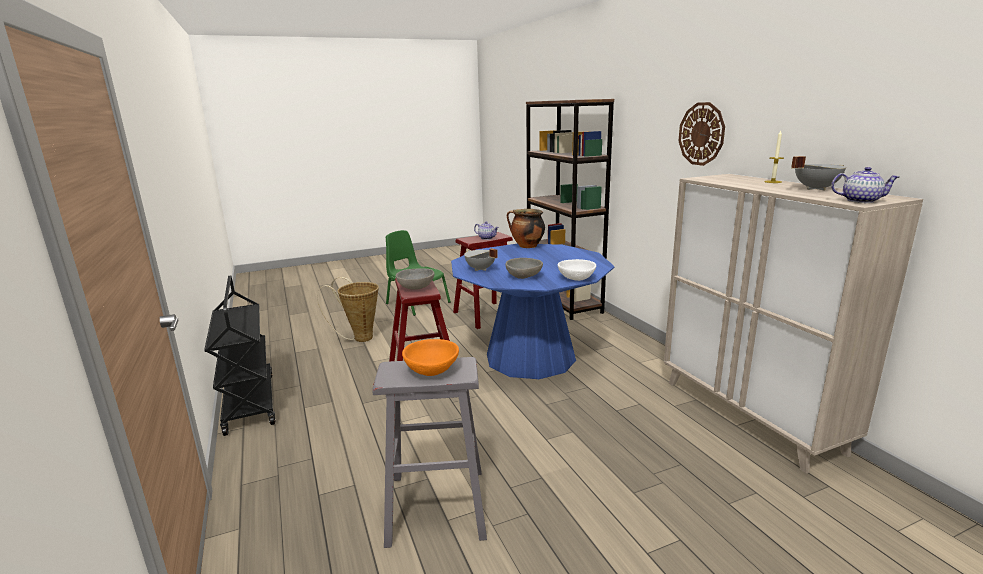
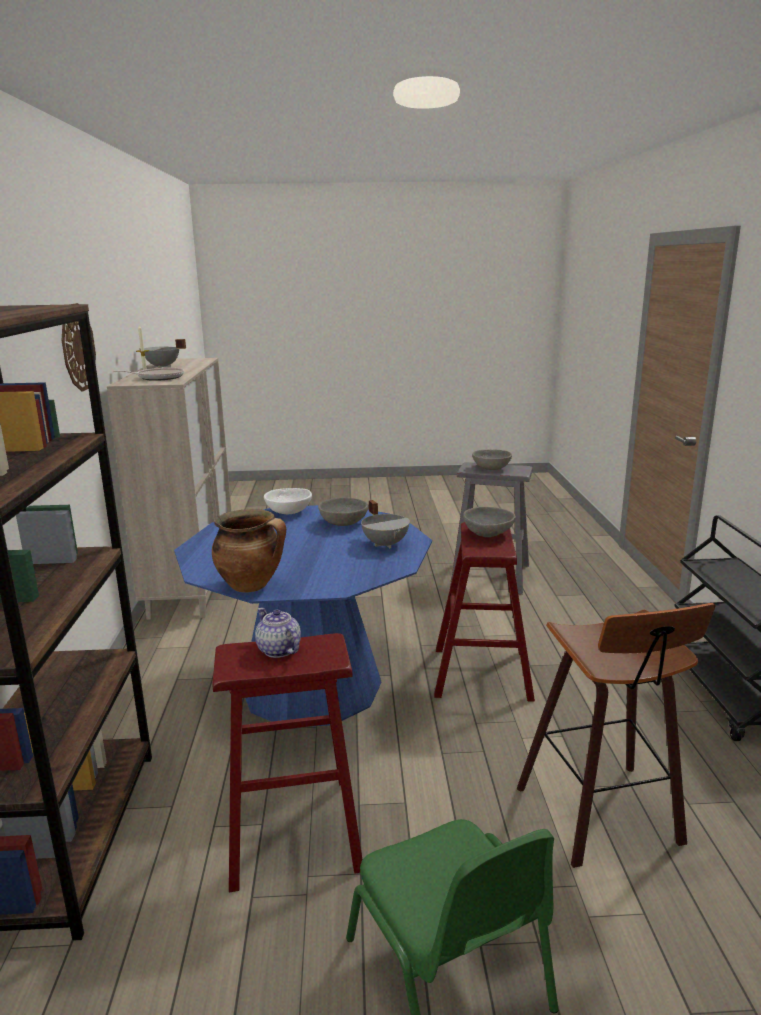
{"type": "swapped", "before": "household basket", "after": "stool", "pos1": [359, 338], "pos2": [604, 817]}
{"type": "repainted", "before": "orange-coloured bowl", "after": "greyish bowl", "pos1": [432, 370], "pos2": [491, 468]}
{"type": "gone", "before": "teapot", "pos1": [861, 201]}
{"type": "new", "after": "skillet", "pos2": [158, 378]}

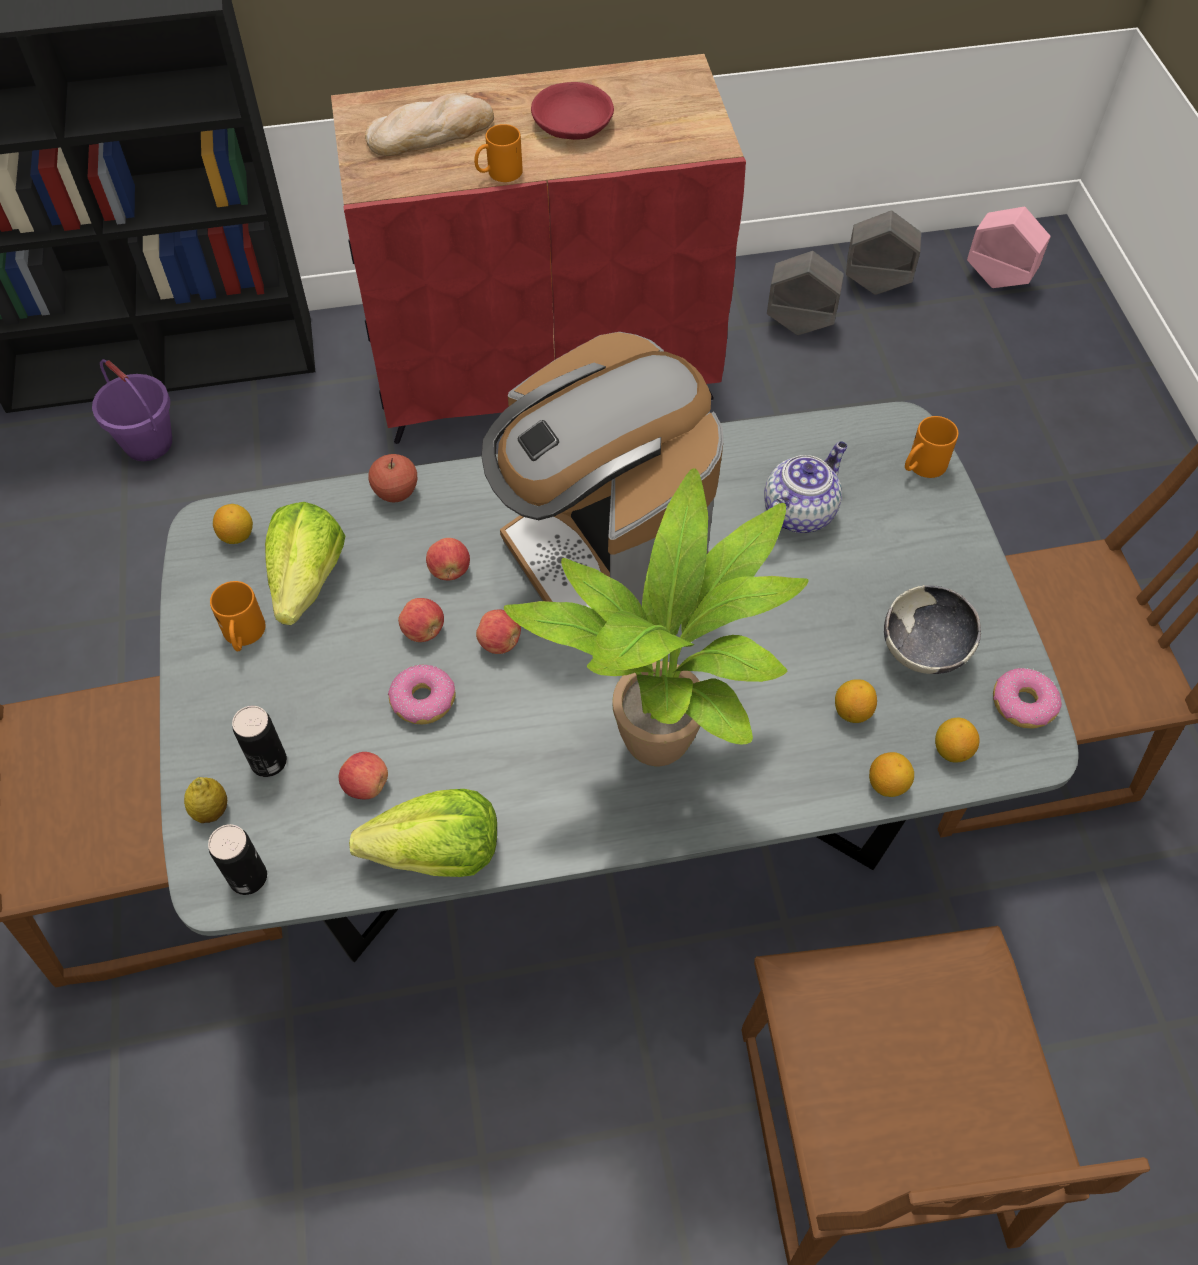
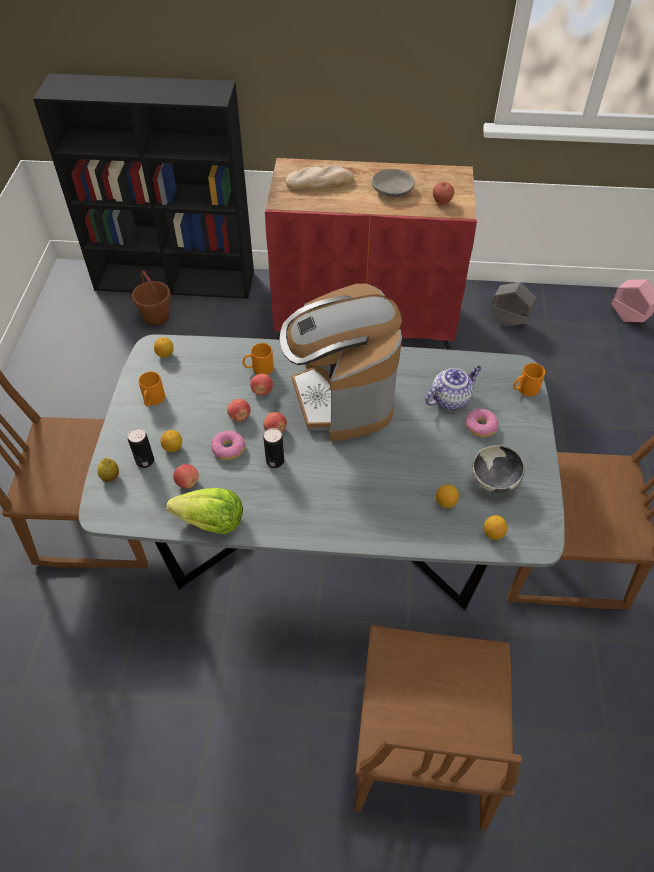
{"type": "repainted", "before": "purple pail", "after": "brown pail", "pos1": [149, 443], "pos2": [157, 317]}
{"type": "shifted", "before": "sealed can", "pos1": [248, 877], "pos2": [275, 461]}
{"type": "gone", "before": "lettuce head", "pos1": [308, 581]}
{"type": "shifted", "before": "whole apple", "pos1": [396, 493], "pos2": [442, 201]}
{"type": "shifted", "before": "orange-coloured tea mug", "pos1": [498, 174], "pos2": [258, 369]}
{"type": "gone", "before": "potted plant", "pos1": [664, 750]}
{"type": "repainted", "before": "red bowl", "after": "greyish bowl", "pos1": [572, 125], "pos2": [392, 190]}
{"type": "gone", "before": "greyish flower pot", "pos1": [875, 284]}
{"type": "shifted", "before": "whole lemon", "pos1": [887, 784], "pos2": [173, 447]}
{"type": "shifted", "before": "donut", "pos1": [1022, 704], "pos2": [480, 426]}

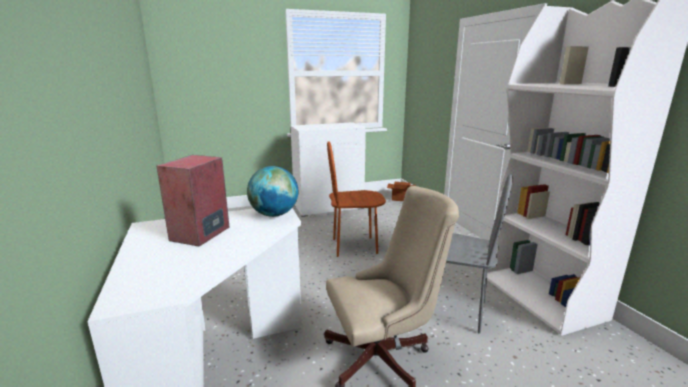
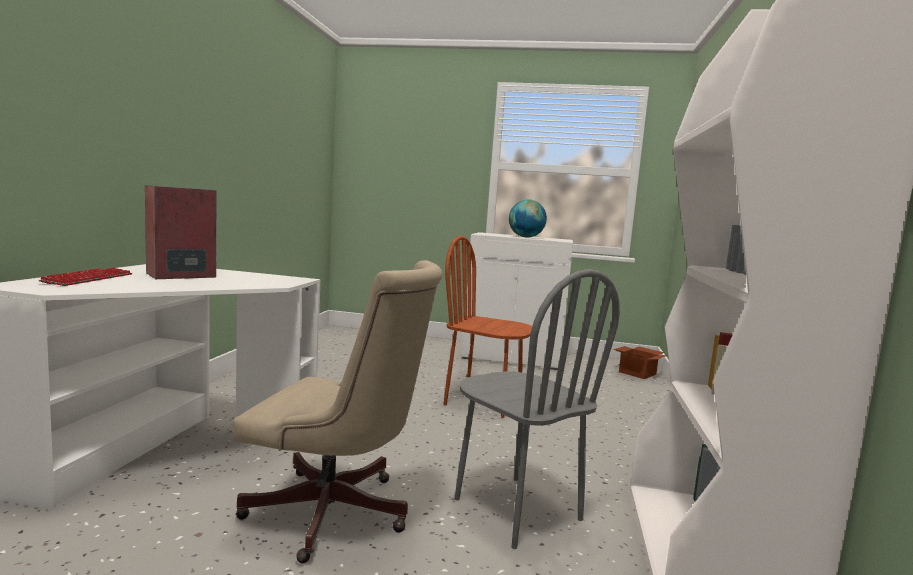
{"type": "shifted", "before": "desk globe", "pos1": [274, 214], "pos2": [526, 237]}
{"type": "new", "after": "keyboard", "pos2": [89, 279]}

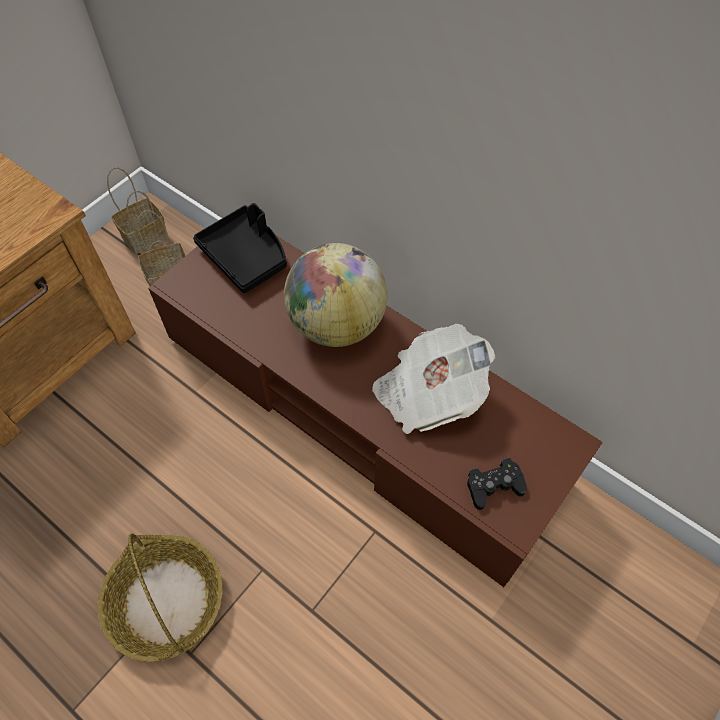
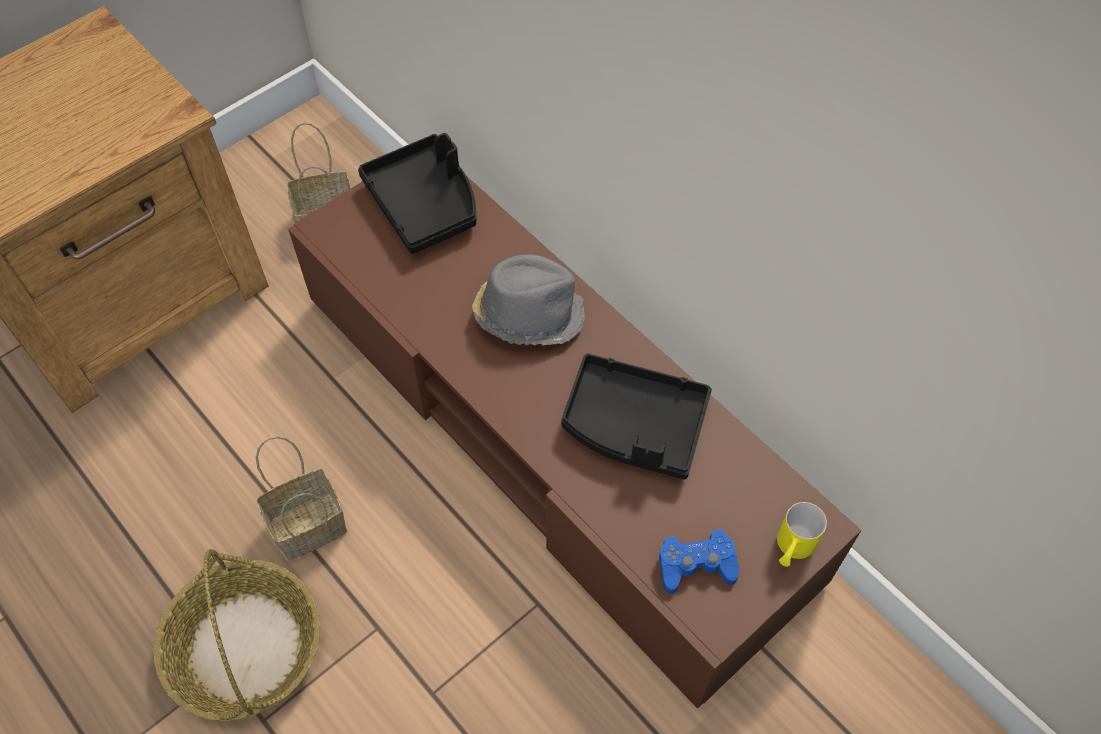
{"type": "shifted", "before": "household basket", "pos1": [145, 235], "pos2": [310, 524]}
{"type": "swapped", "before": "desk globe", "after": "greyish hat", "pos1": [336, 324], "pos2": [529, 313]}
{"type": "swapped", "before": "newspaper", "after": "black serving tray", "pos1": [428, 393], "pos2": [634, 426]}
{"type": "repainted", "before": "black gamepad", "after": "bluish gamepad", "pos1": [493, 486], "pos2": [696, 565]}
{"type": "new", "after": "yellow tea mug", "pos2": [791, 549]}

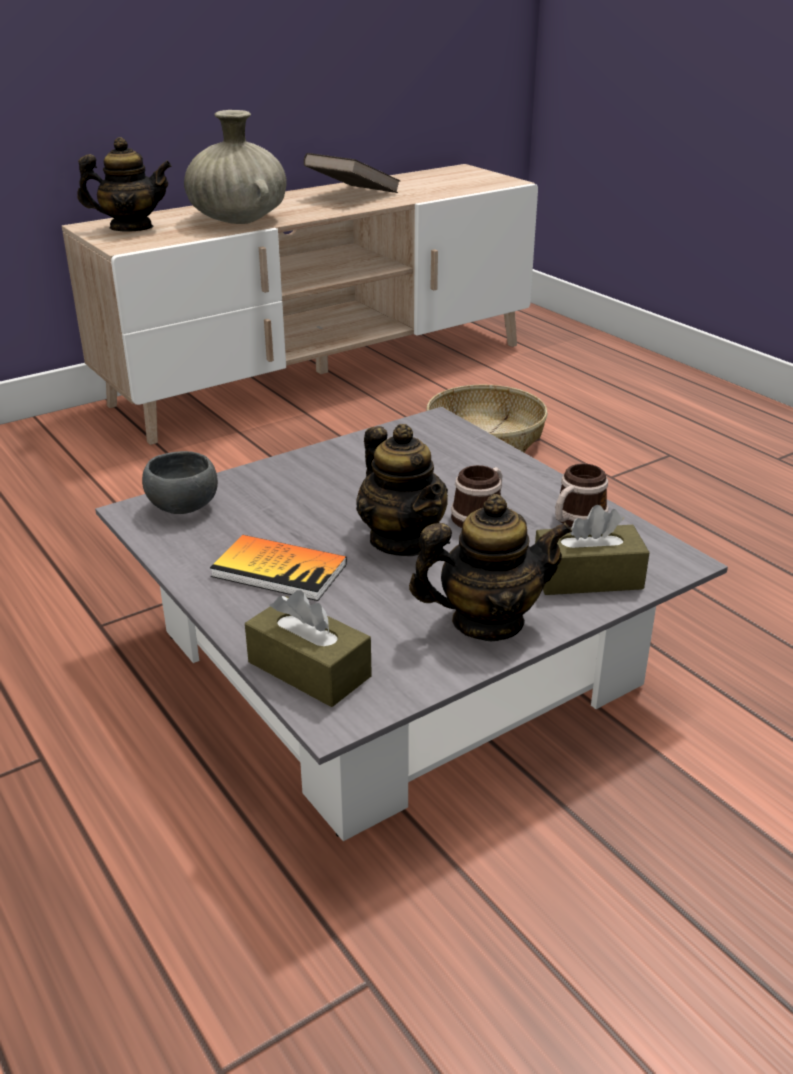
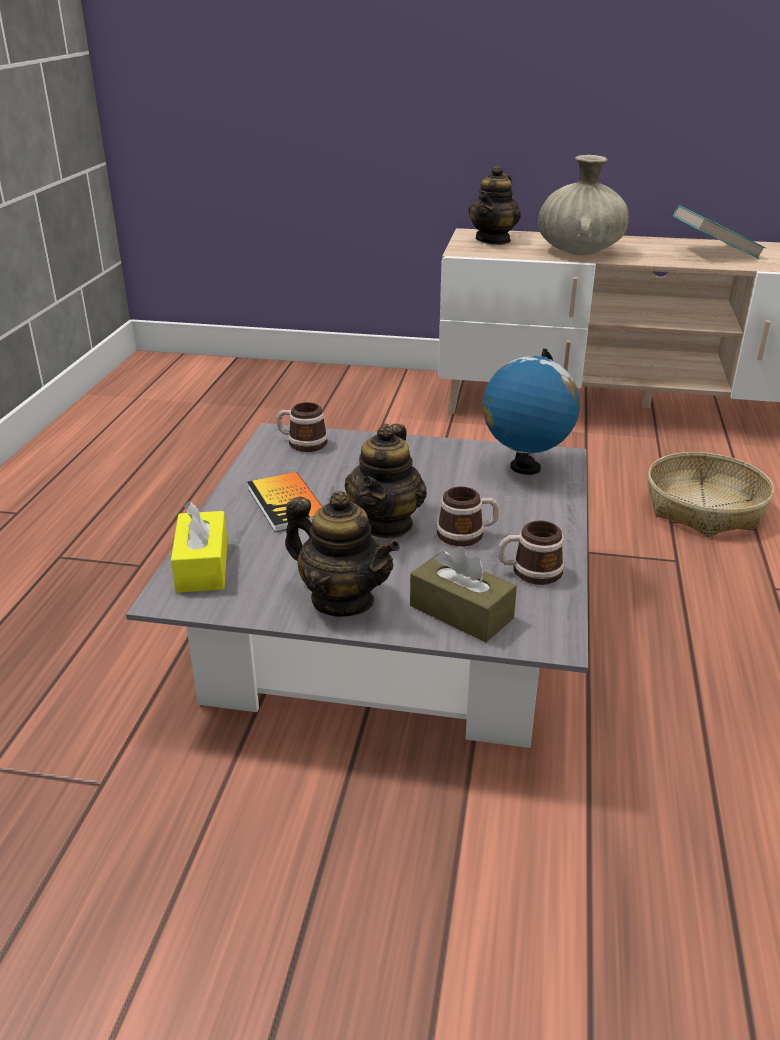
{"type": "rotated", "before": "teapot", "pos1": [131, 228], "pos2": [493, 240], "turn": 75}
{"type": "swapped", "before": "greyish bowl", "after": "tea mug", "pos1": [182, 508], "pos2": [302, 443]}
{"type": "repainted", "before": "brown box of tissues", "after": "yellow box of tissues", "pos1": [309, 669], "pos2": [202, 566]}
{"type": "repainted", "before": "brown volume", "after": "blue-green volume", "pos1": [352, 195], "pos2": [714, 252]}
{"type": "new", "after": "desk globe", "pos2": [525, 467]}

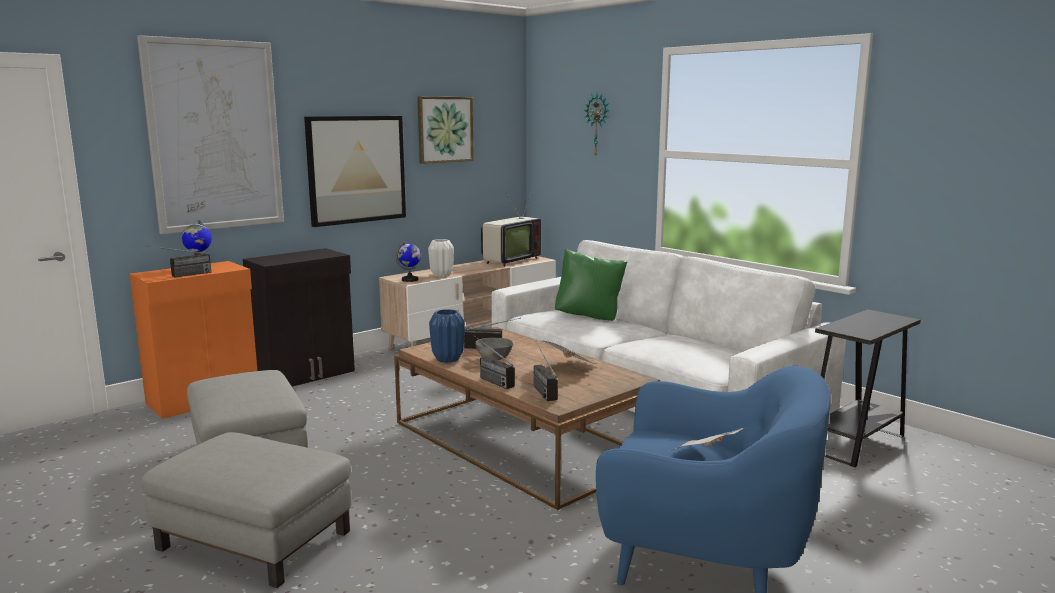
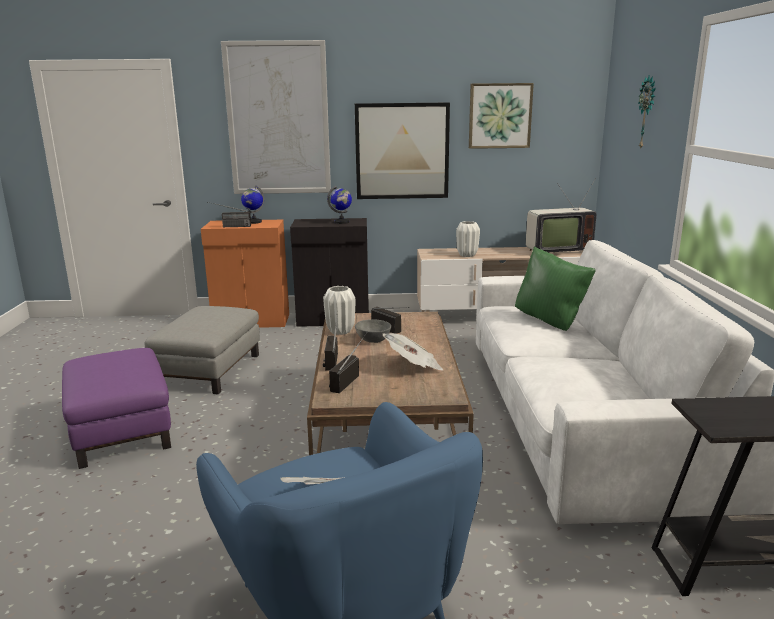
{"type": "repainted", "before": "greyish footrest", "after": "purple footrest", "pos1": [253, 540], "pos2": [120, 430]}
{"type": "shifted", "before": "desk globe", "pos1": [410, 280], "pos2": [341, 222]}
{"type": "repainted", "before": "bluish flower vase", "after": "whitish flower vase", "pos1": [447, 359], "pos2": [340, 331]}

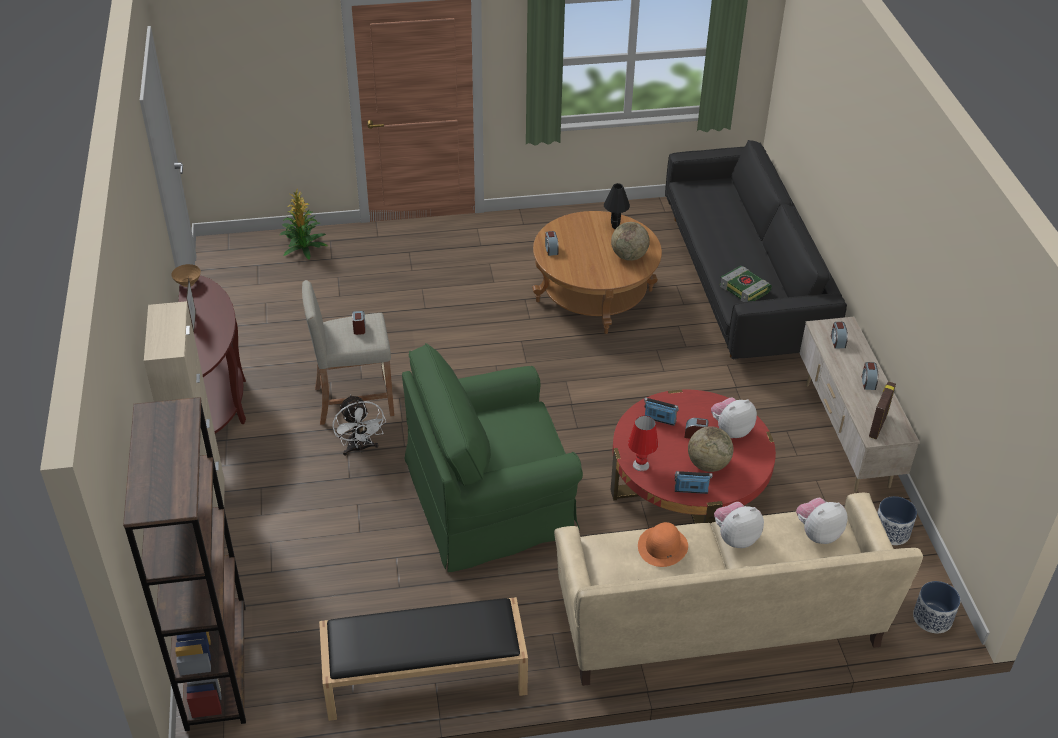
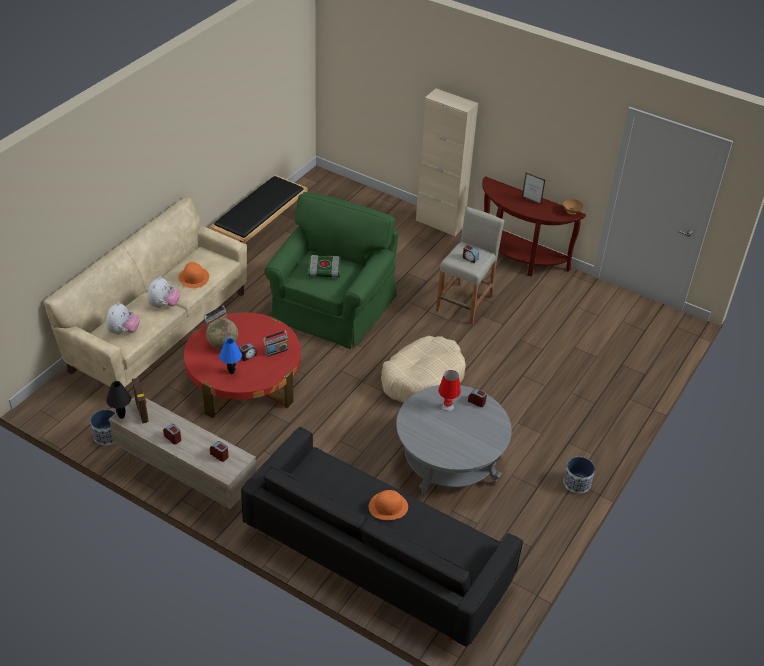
{"type": "gone", "before": "brown bookshelf", "pos1": [216, 666]}
{"type": "gone", "before": "potted plant", "pos1": [304, 248]}
{"type": "gone", "before": "whitish fan", "pos1": [360, 448]}
{"type": "repainted", "before": "brown lounge table", "after": "greyish lounge table", "pos1": [594, 296], "pos2": [449, 461]}
{"type": "shifted", "before": "black tabletop lamp", "pos1": [615, 227], "pos2": [121, 416]}
{"type": "gone", "before": "desk globe", "pos1": [629, 256]}
{"type": "shifted", "before": "red tabletop lamp", "pos1": [641, 465], "pos2": [447, 406]}
{"type": "swapped", "before": "soft toy", "after": "bluish tabletop lamp", "pos1": [731, 430], "pos2": [231, 372]}
{"type": "shifted", "before": "volume", "pos1": [745, 289], "pos2": [324, 271]}
{"type": "shifted", "before": "flower pot", "pos1": [932, 618], "pos2": [577, 483]}
{"type": "new", "after": "orange-coloured hat", "pos2": [388, 506]}
{"type": "new", "after": "beige-coloured dog cushion", "pos2": [423, 379]}

